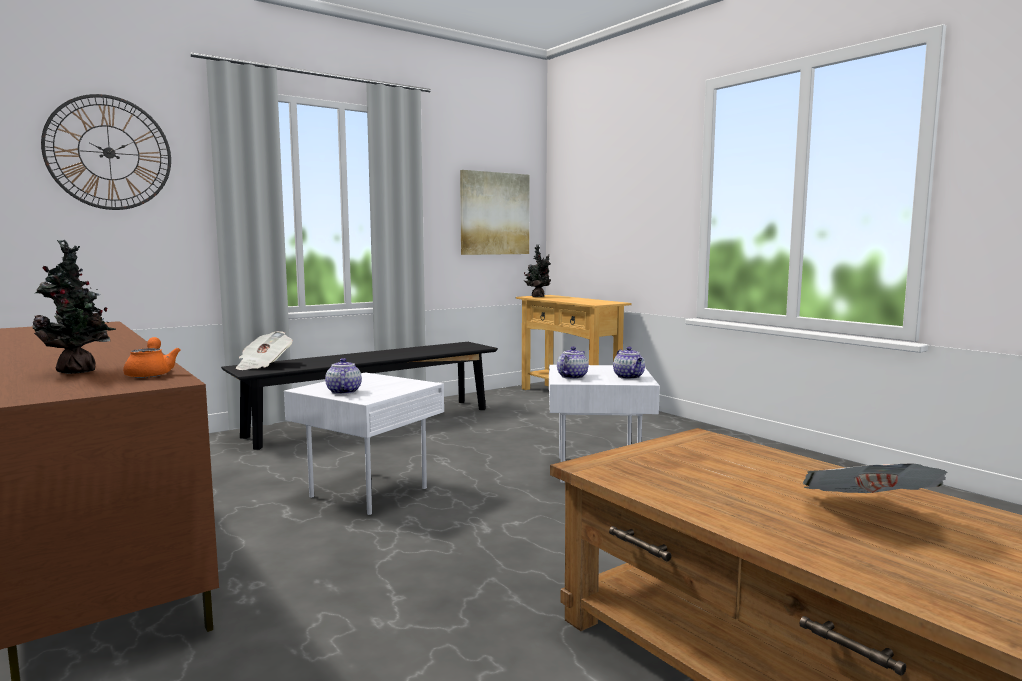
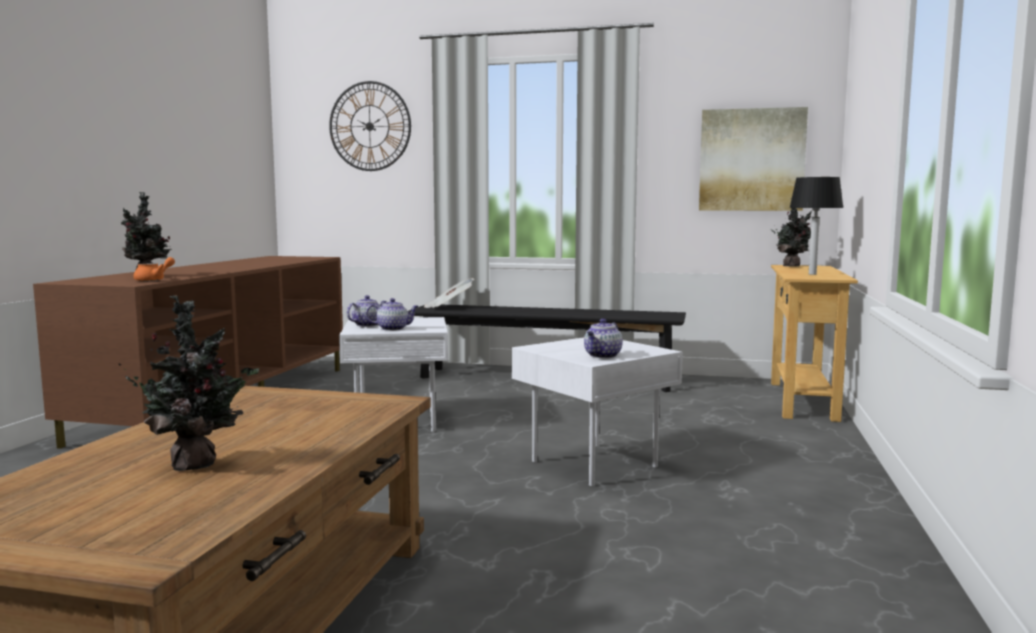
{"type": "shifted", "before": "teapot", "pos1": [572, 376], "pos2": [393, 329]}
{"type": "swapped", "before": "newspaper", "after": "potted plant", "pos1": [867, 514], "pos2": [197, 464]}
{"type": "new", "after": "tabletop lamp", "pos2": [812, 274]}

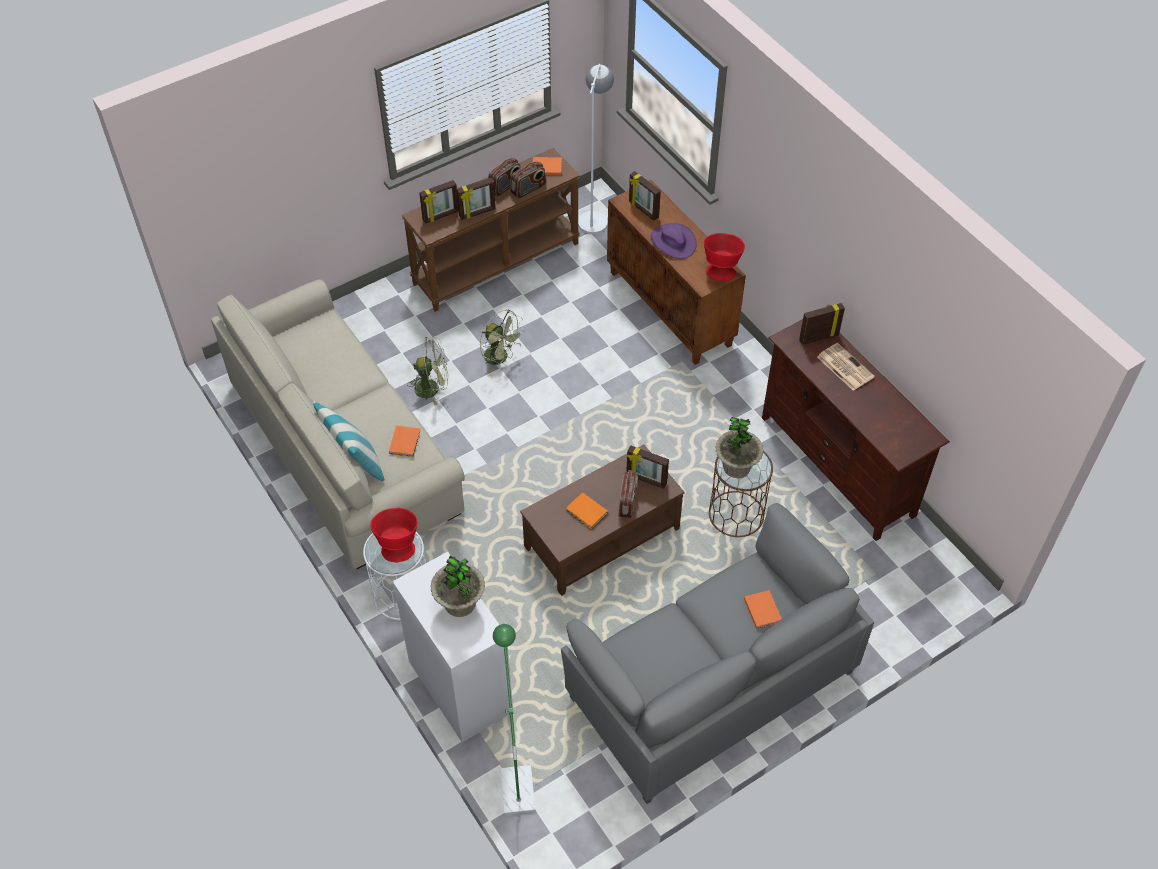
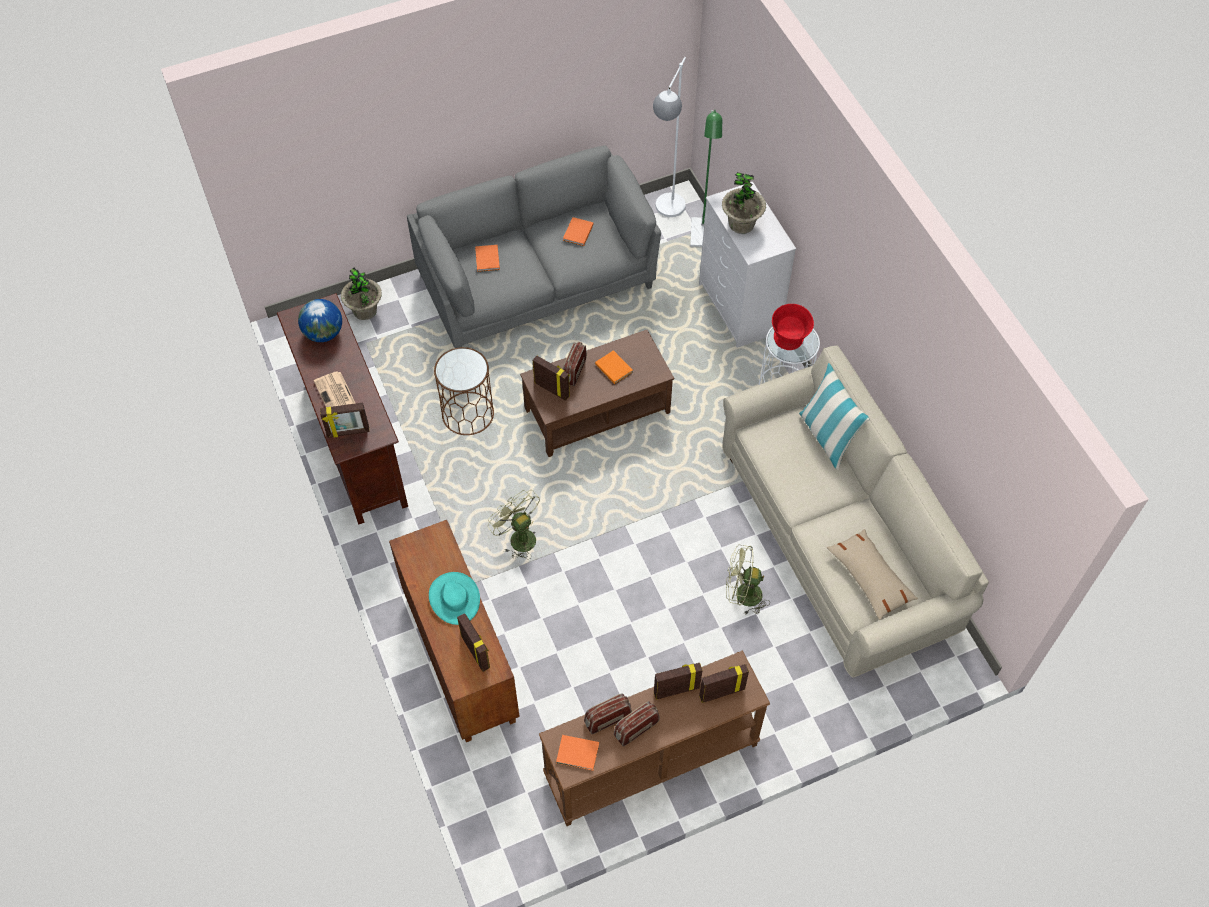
{"type": "shifted", "before": "orange-coloured volume", "pos1": [405, 441], "pos2": [577, 233]}
{"type": "shifted", "before": "green-coloured fan", "pos1": [500, 358], "pos2": [518, 537]}
{"type": "shifted", "before": "whitish standard lamp", "pos1": [594, 215], "pos2": [666, 213]}
{"type": "repainted", "before": "purple hat", "after": "blue-green hat", "pos1": [673, 242], "pos2": [454, 598]}
{"type": "gone", "before": "red bowl", "pos1": [721, 269]}
{"type": "shifted", "before": "potted plant", "pos1": [736, 467], "pos2": [365, 310]}
{"type": "new", "after": "desk globe", "pos2": [323, 333]}
{"type": "new", "after": "beige-coloured cushion", "pos2": [870, 578]}

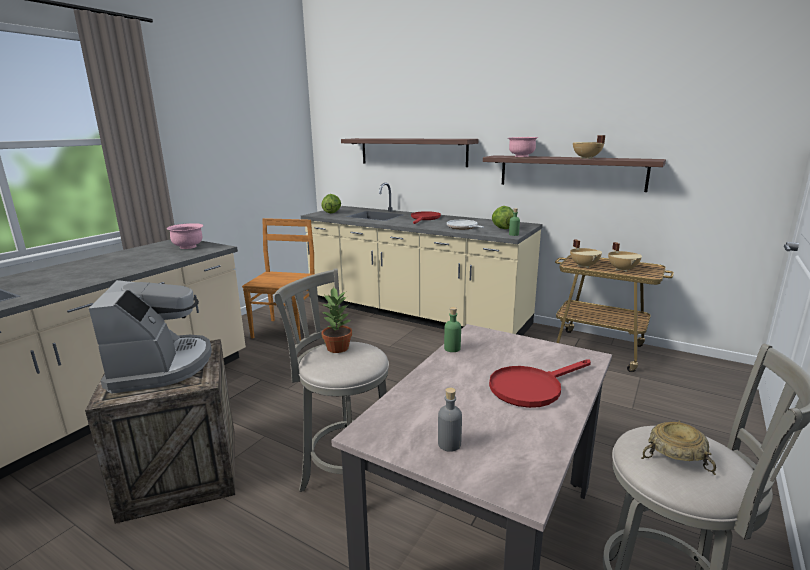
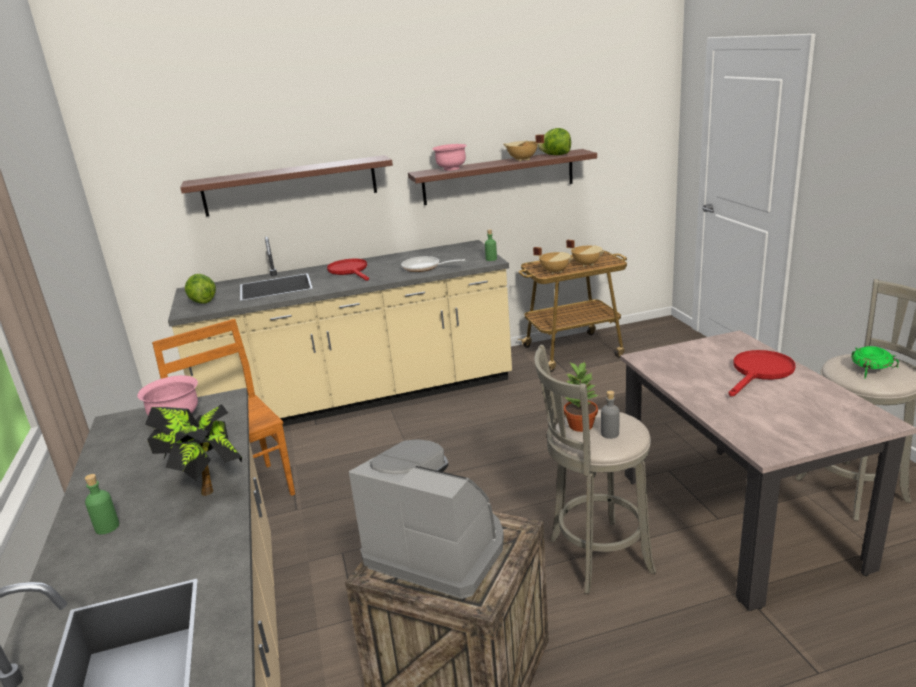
{"type": "shifted", "before": "greyish bottle", "pos1": [449, 444], "pos2": [610, 434]}
{"type": "shifted", "before": "green-coloured bottle", "pos1": [452, 348], "pos2": [107, 527]}
{"type": "rotated", "before": "red skillet", "pos1": [532, 387], "pos2": [760, 372], "turn": -150}
{"type": "shifted", "before": "lettuce head", "pos1": [502, 228], "pos2": [555, 155]}
{"type": "repainted", "before": "beige-coloured bowl", "after": "green-coloured bowl", "pos1": [676, 456], "pos2": [870, 369]}
{"type": "new", "after": "potted plant", "pos2": [208, 485]}

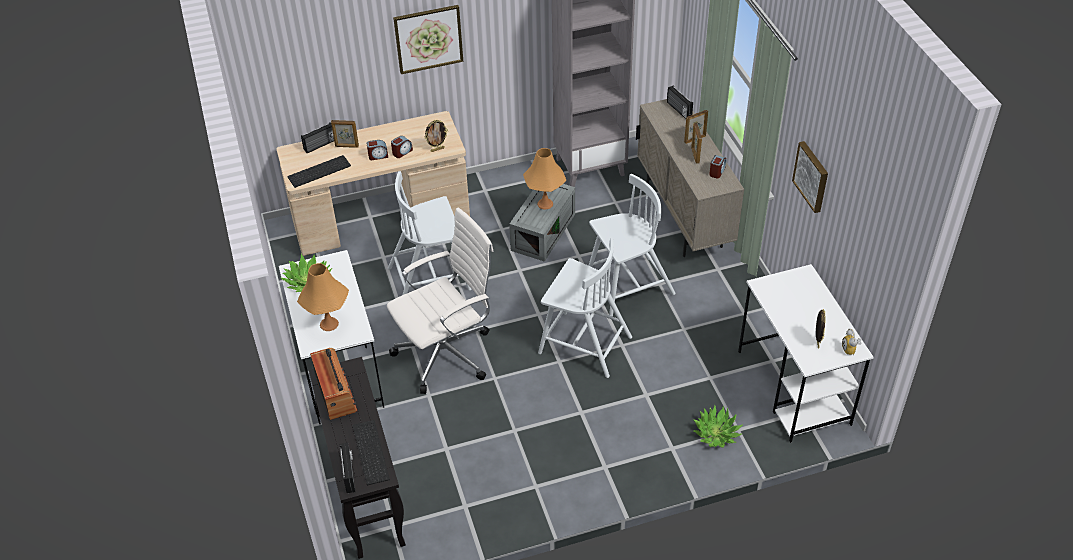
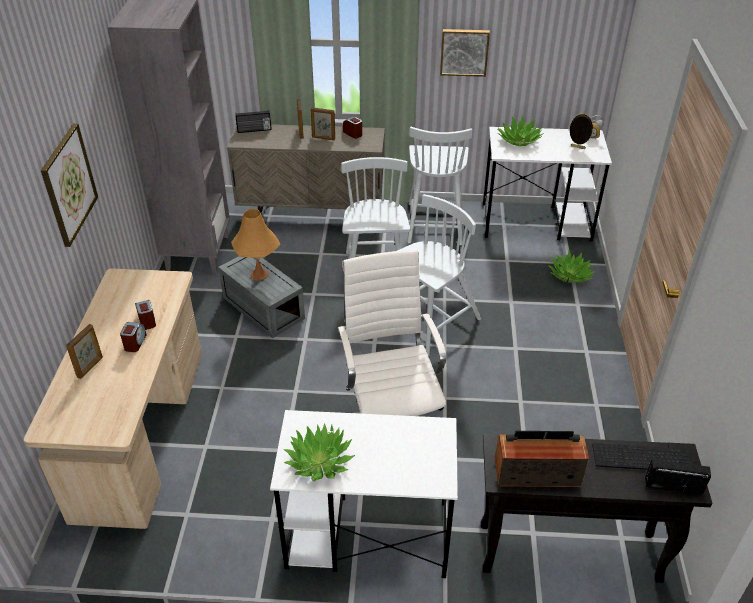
{"type": "gone", "before": "keyboard", "pos1": [319, 170]}
{"type": "gone", "before": "orange-coloured tabletop lamp", "pos1": [329, 324]}
{"type": "gone", "before": "radio", "pos1": [320, 145]}
{"type": "shifted", "before": "whitish chair", "pos1": [431, 277], "pos2": [434, 223]}
{"type": "gone", "before": "picture frame", "pos1": [437, 149]}
{"type": "new", "after": "potted plant", "pos2": [518, 140]}

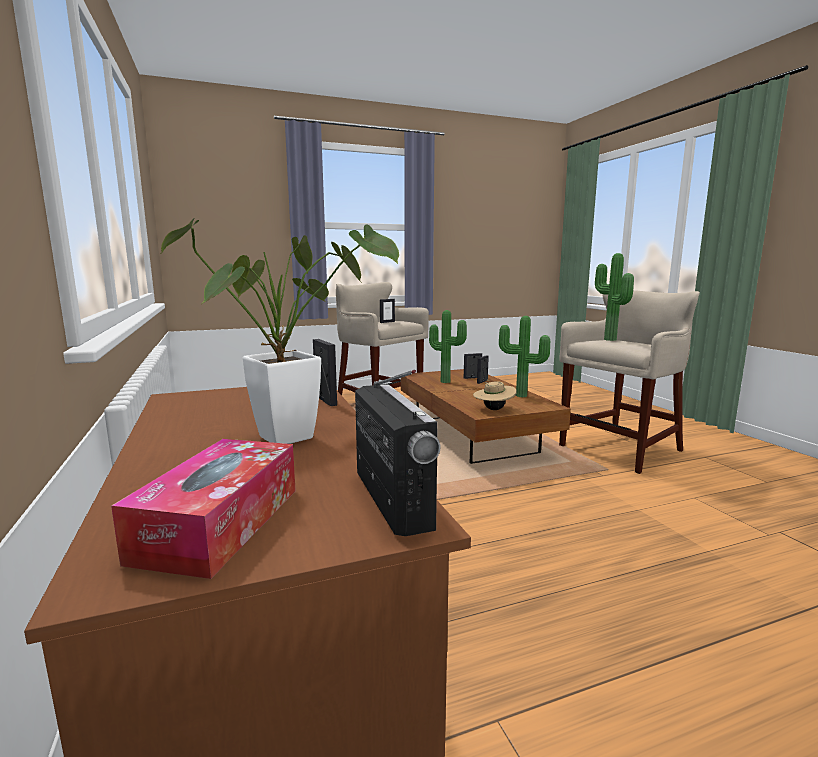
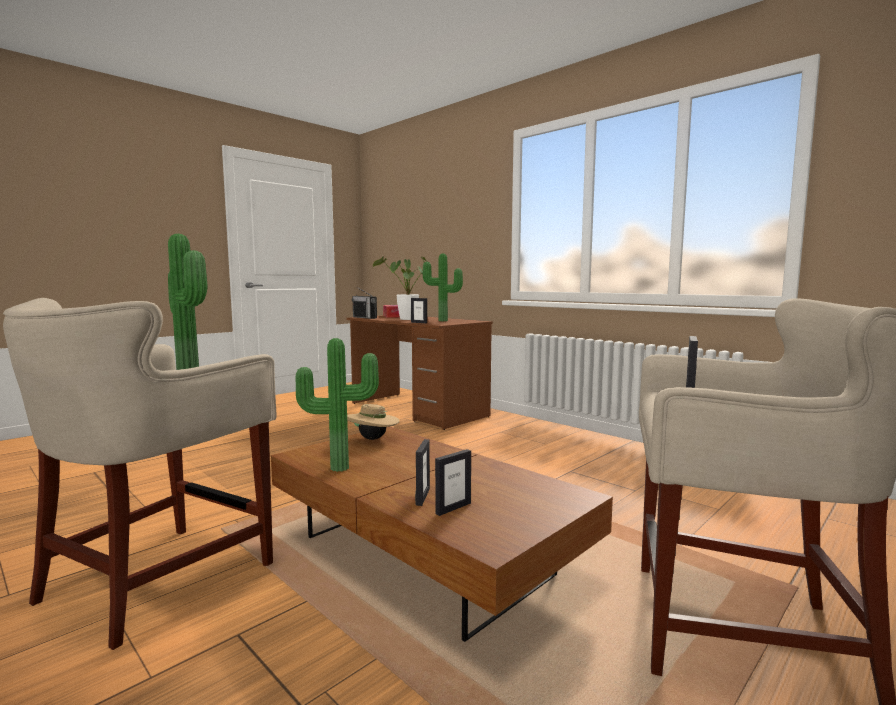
{"type": "shifted", "before": "potted plant", "pos1": [446, 381], "pos2": [442, 321]}

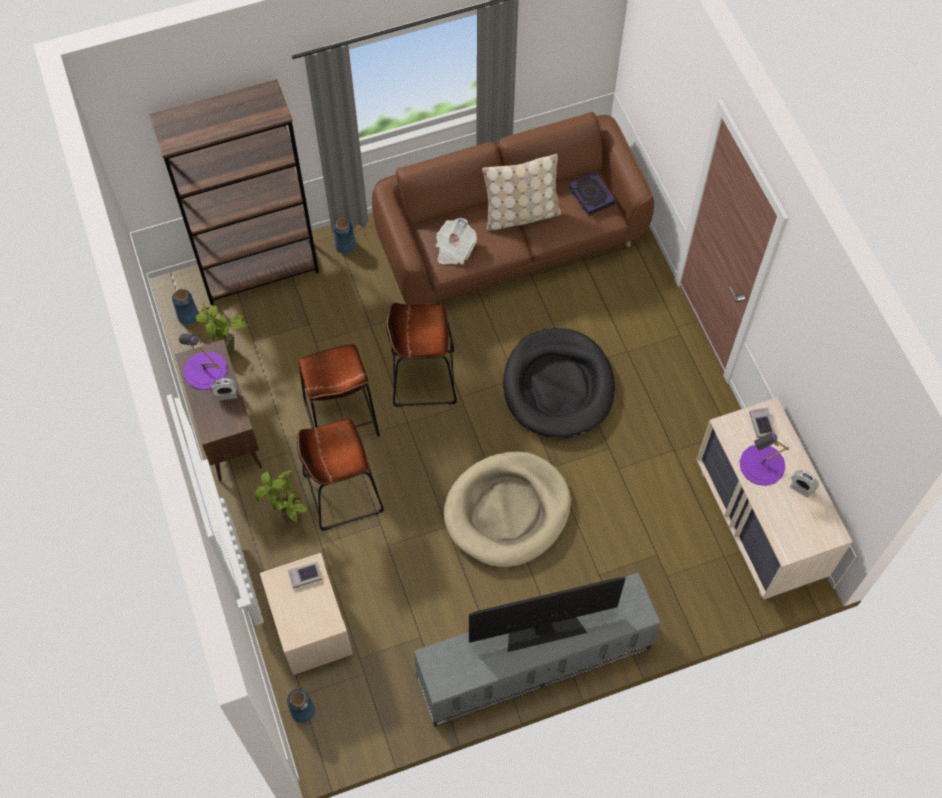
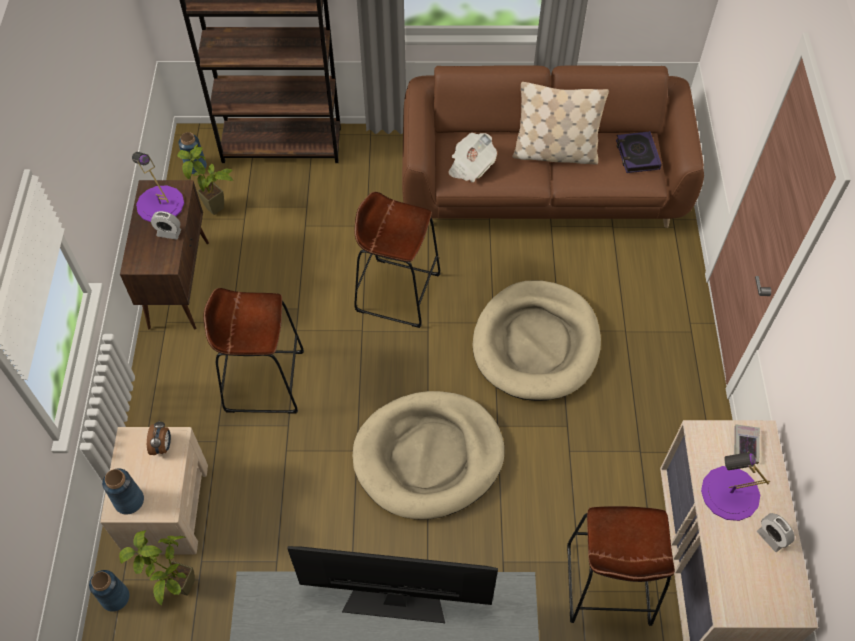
{"type": "shifted", "before": "potted plant", "pos1": [291, 522], "pos2": [177, 593]}
{"type": "swapped", "before": "volume", "after": "table clock", "pos1": [305, 576], "pos2": [162, 446]}
{"type": "shifted", "before": "brown stool", "pos1": [341, 419], "pos2": [607, 585]}
{"type": "shifted", "before": "bluish flower vase", "pos1": [345, 245], "pos2": [129, 500]}
{"type": "repainted", "before": "black dog cushion", "after": "beige-coloured dog cushion", "pos1": [558, 386], "pos2": [536, 343]}

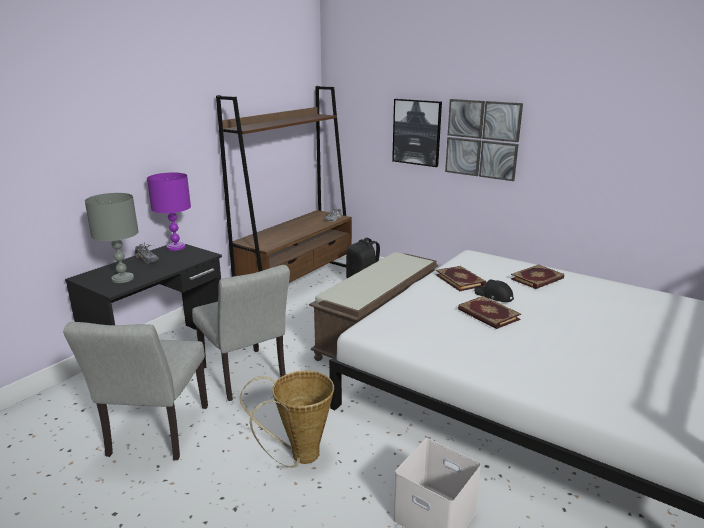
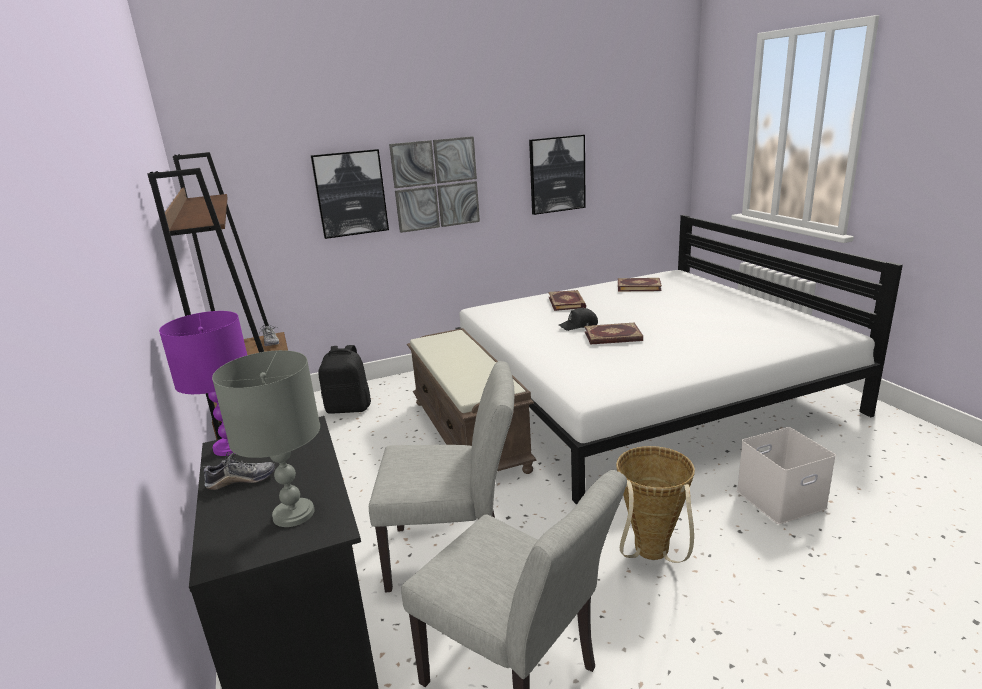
{"type": "shifted", "before": "volume", "pos1": [461, 280], "pos2": [638, 286]}
{"type": "new", "after": "wall picture", "pos2": [557, 174]}

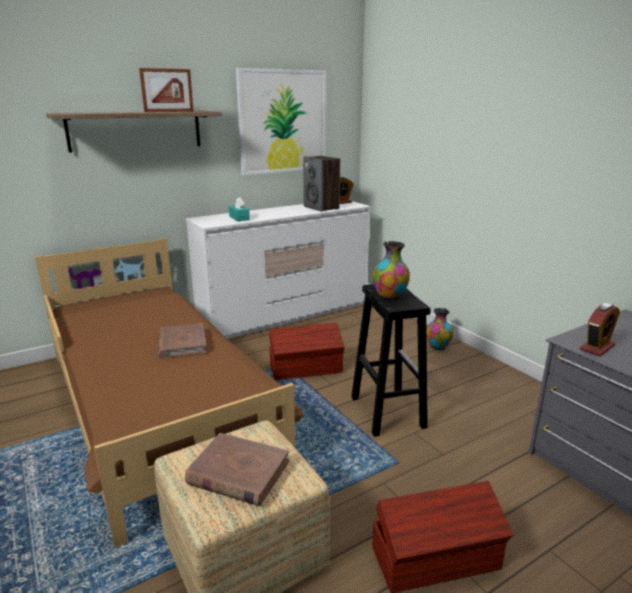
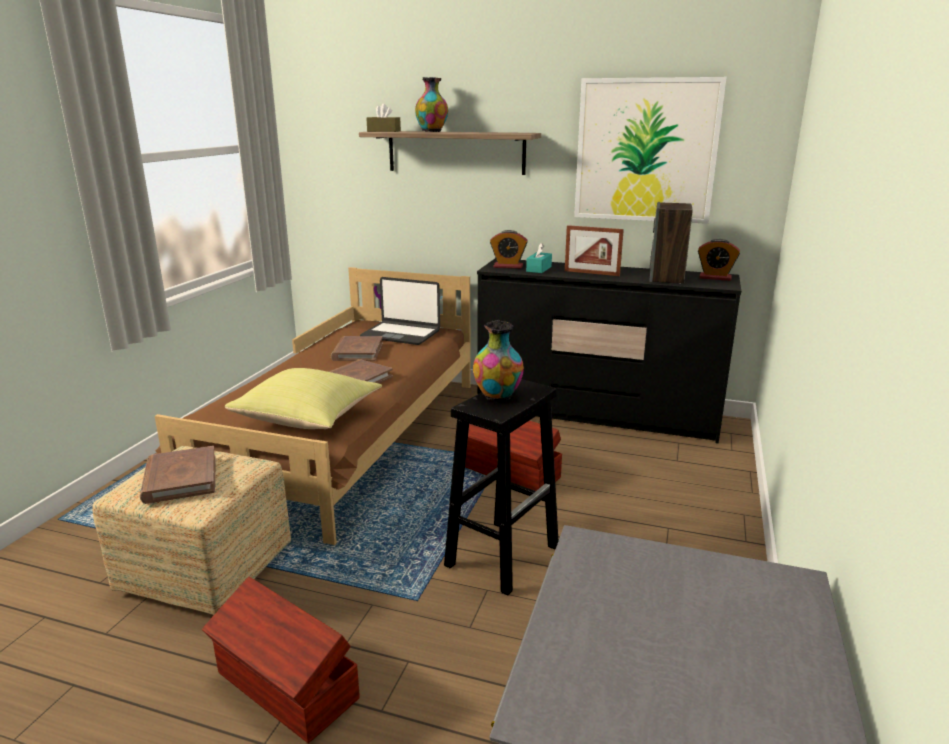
{"type": "shifted", "before": "picture frame", "pos1": [169, 111], "pos2": [591, 273]}
{"type": "repainted", "before": "whitish drawer chest", "after": "black drawer chest", "pos1": [286, 316], "pos2": [597, 414]}
{"type": "shifted", "before": "flower vase", "pos1": [438, 347], "pos2": [432, 131]}
{"type": "shifted", "before": "table clock", "pos1": [597, 347], "pos2": [508, 266]}
{"type": "new", "after": "yellow cushion", "pos2": [309, 418]}
{"type": "new", "after": "brown volume", "pos2": [357, 352]}
{"type": "new", "after": "laptop", "pos2": [401, 334]}
{"type": "new", "after": "brown box of tissues", "pos2": [384, 131]}

